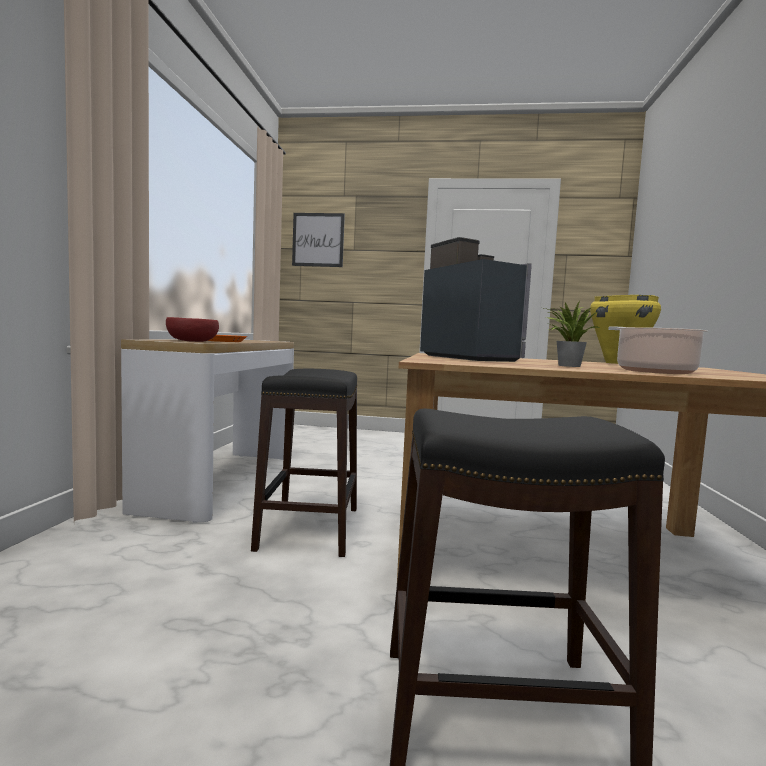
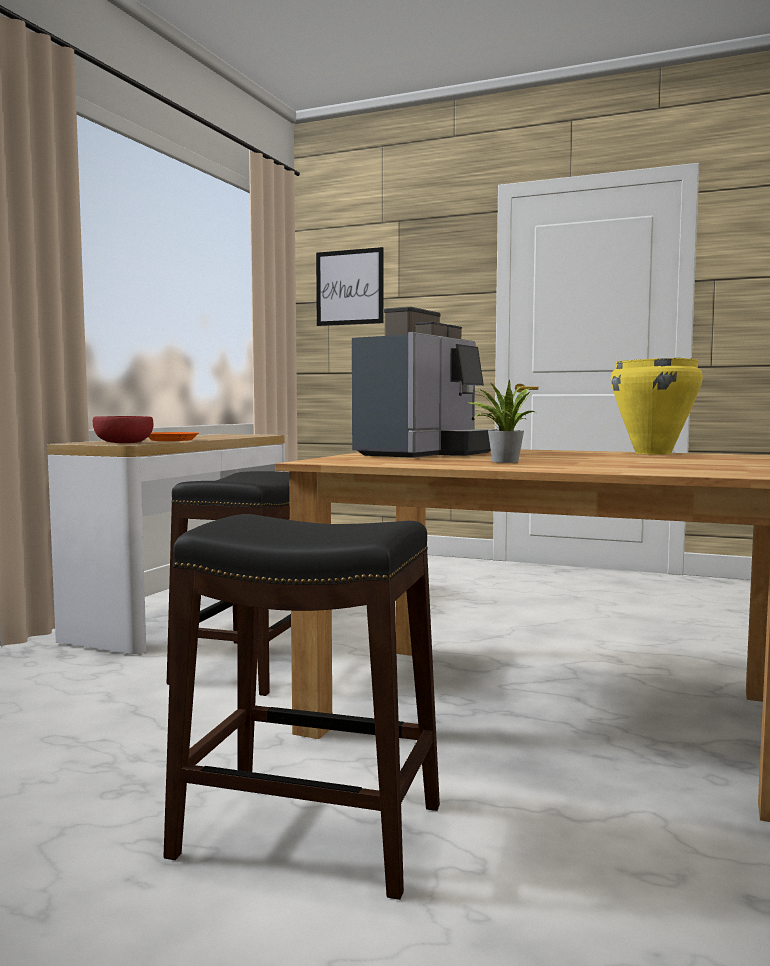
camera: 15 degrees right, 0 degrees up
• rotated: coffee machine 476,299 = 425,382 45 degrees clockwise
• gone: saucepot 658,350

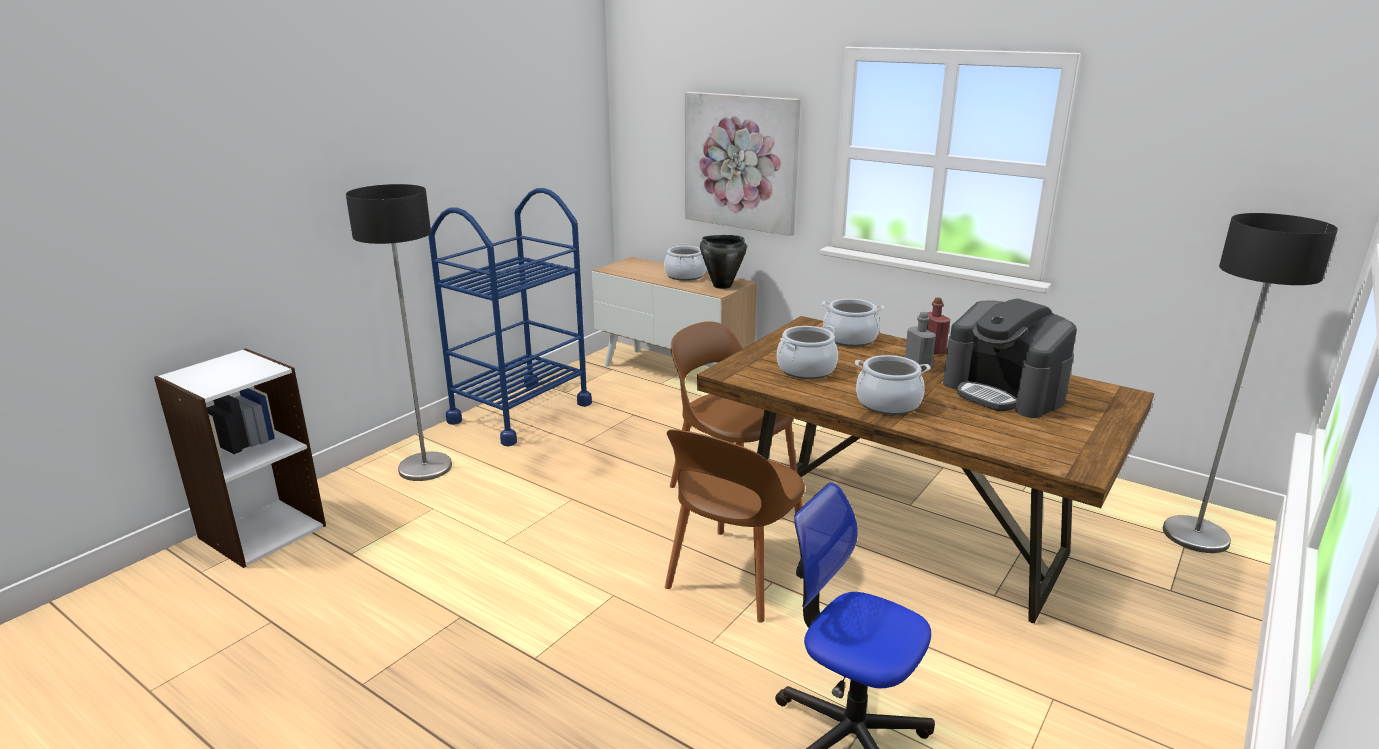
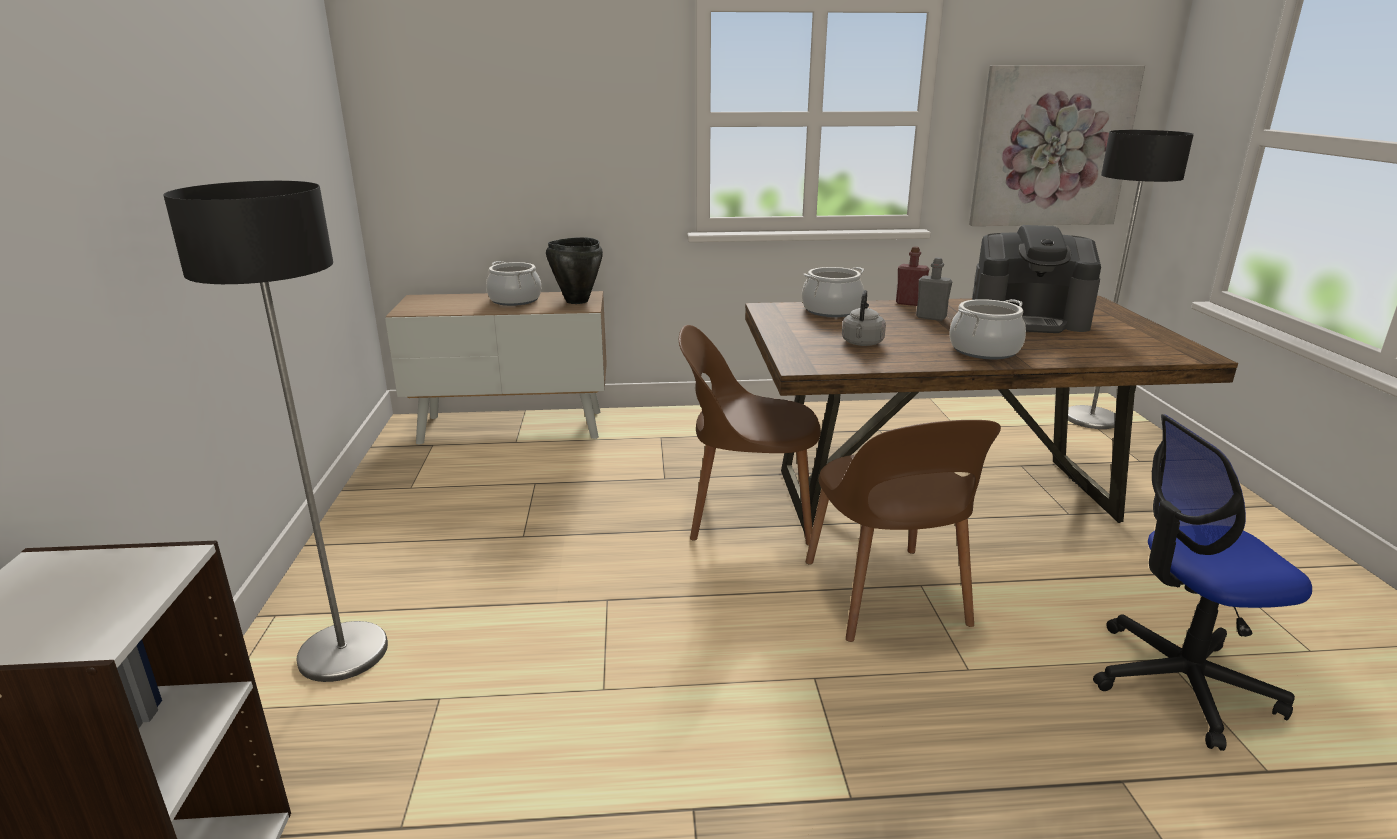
camera: 40 degrees left, 0 degrees up
• swapped: saucepot 807,352 to greyish tea kettle 864,318
• shifted: wall art 743,164 to 1057,145
• gone: bluish wheeled cart 510,317

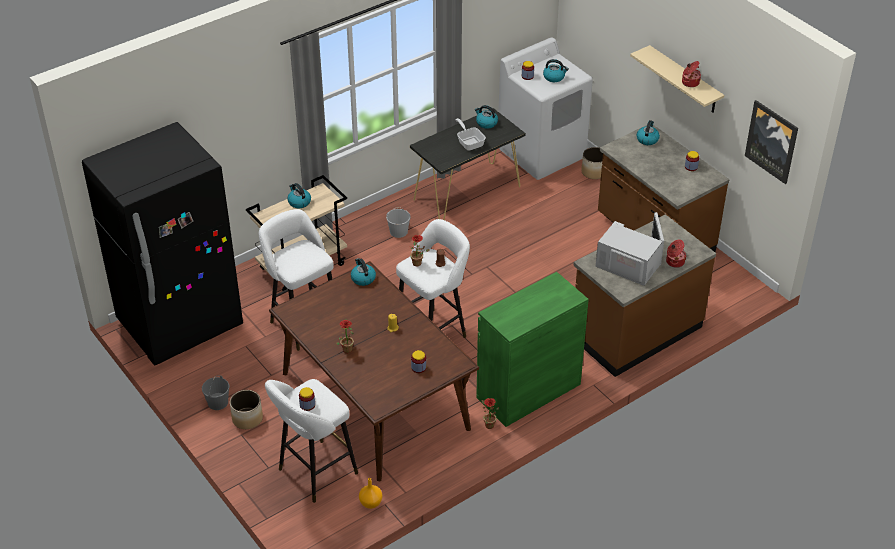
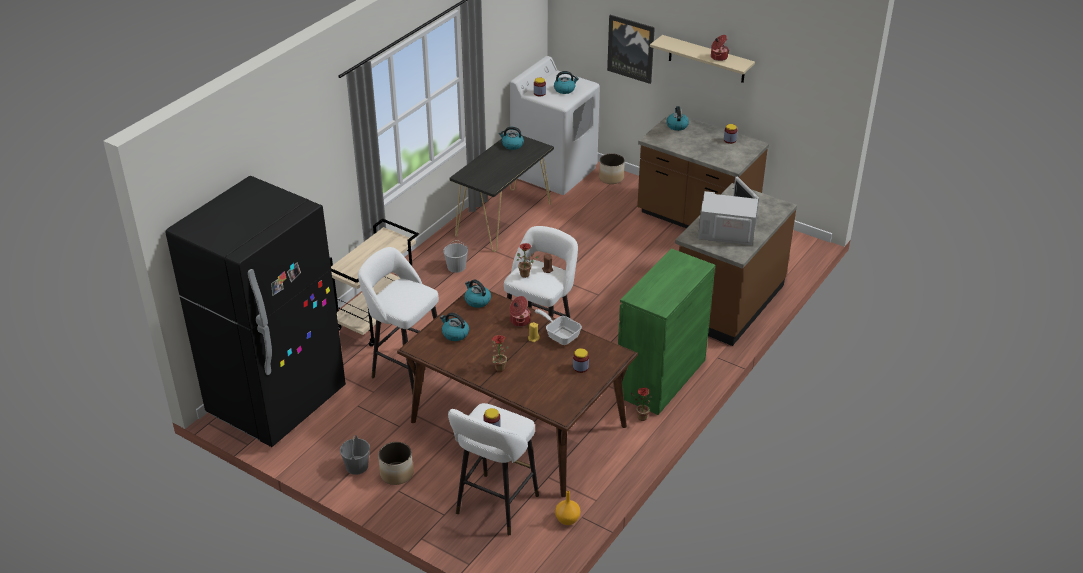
camera: 20 degrees left, 5 degrees down
• shifted: tea kettle 299,195 to 454,327
• shifted: saucepot 676,254 to 520,311
• shifted: skillet 471,134 to 558,327
• shifted: wall art 771,142 to 631,49

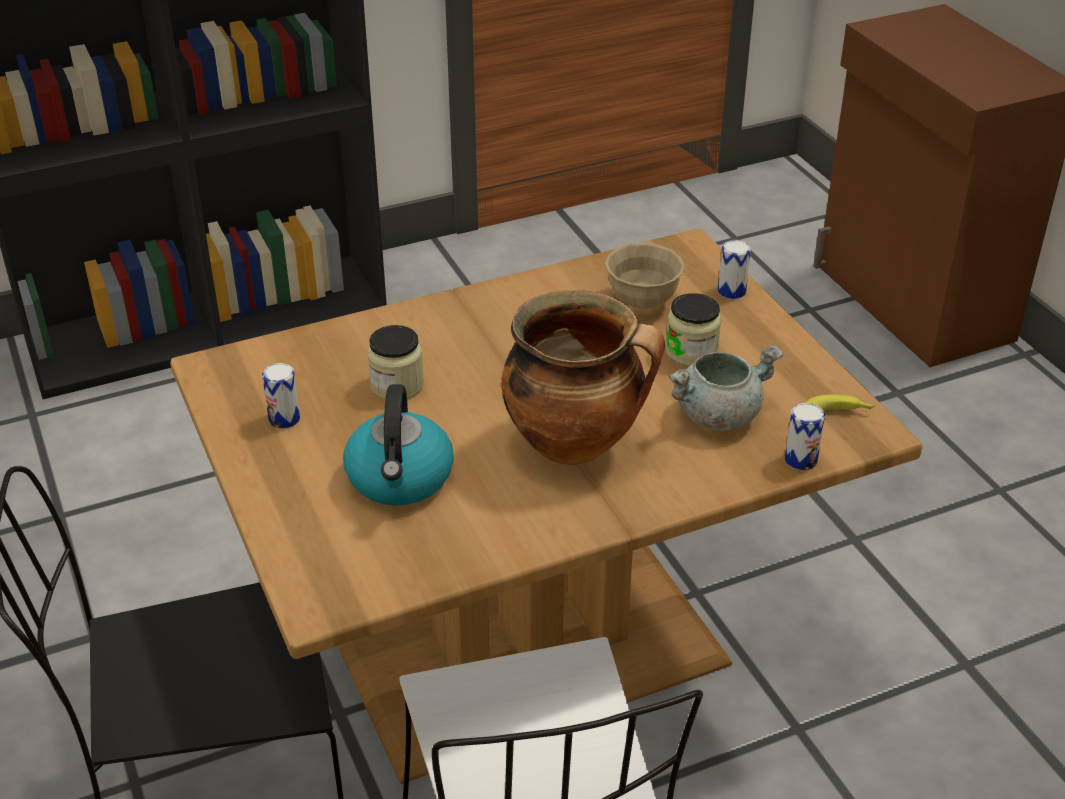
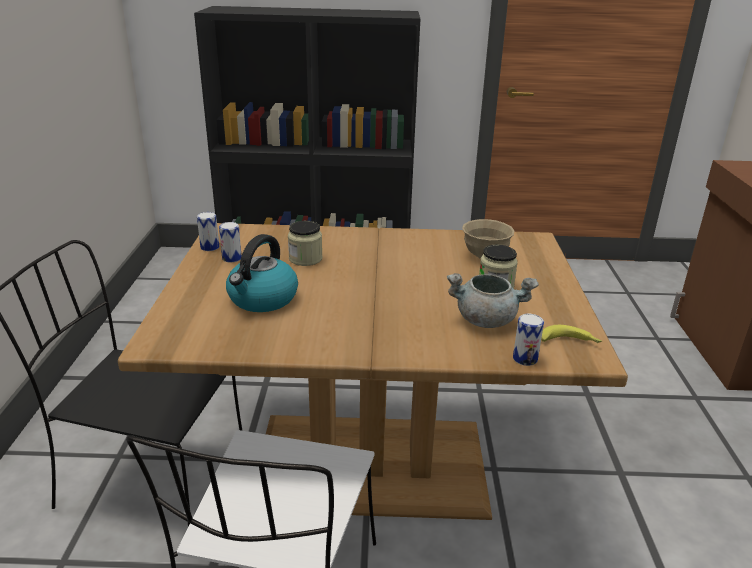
camera: 25 degrees right, 10 degrees down
• shifted: sealed can 734,269 to 208,231
• gone: saucepot 583,377

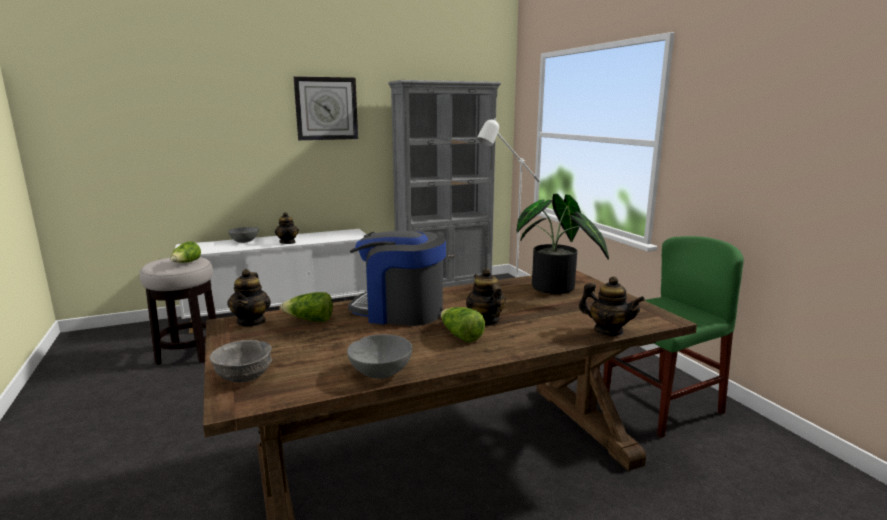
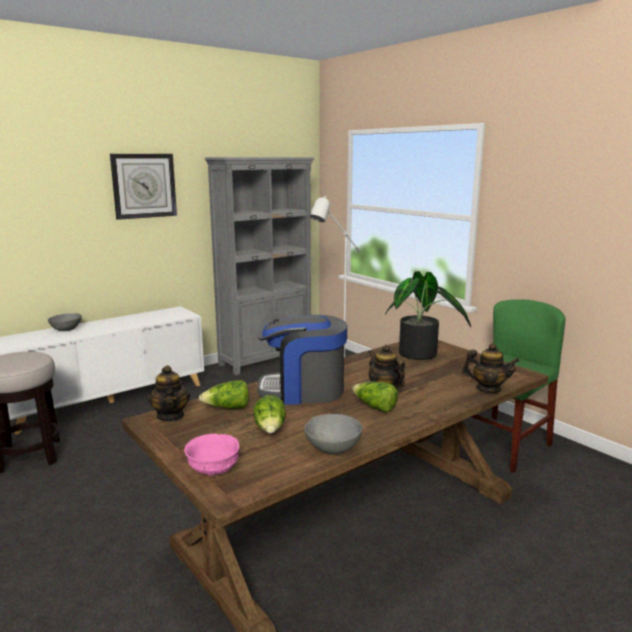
camera: 15 degrees left, 0 degrees up
• repainted: greyish bowl 240,361 to pink-coloured bowl 211,454
• shifted: lettuce 186,252 to 269,414
• gone: pot for tea 287,228

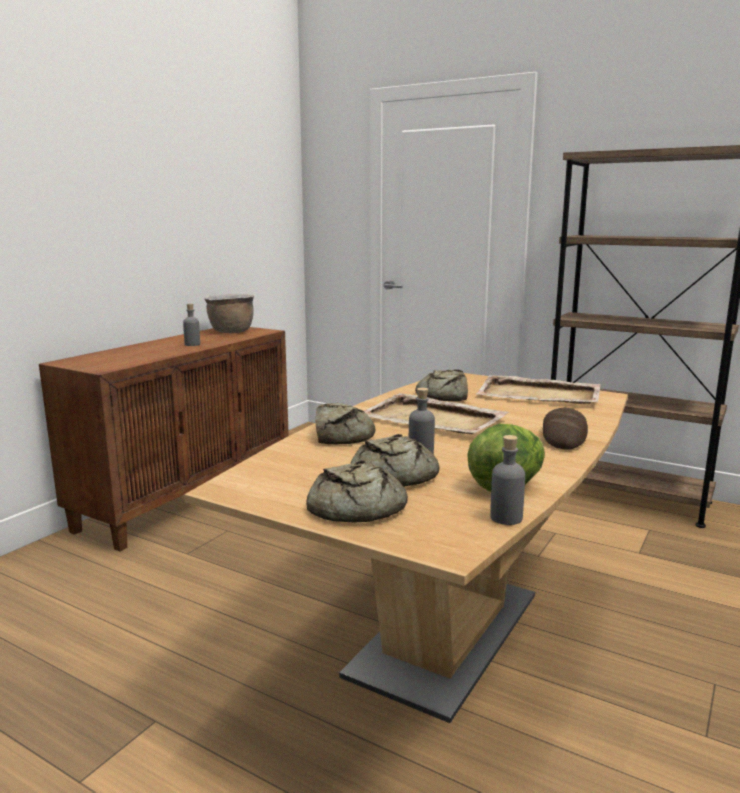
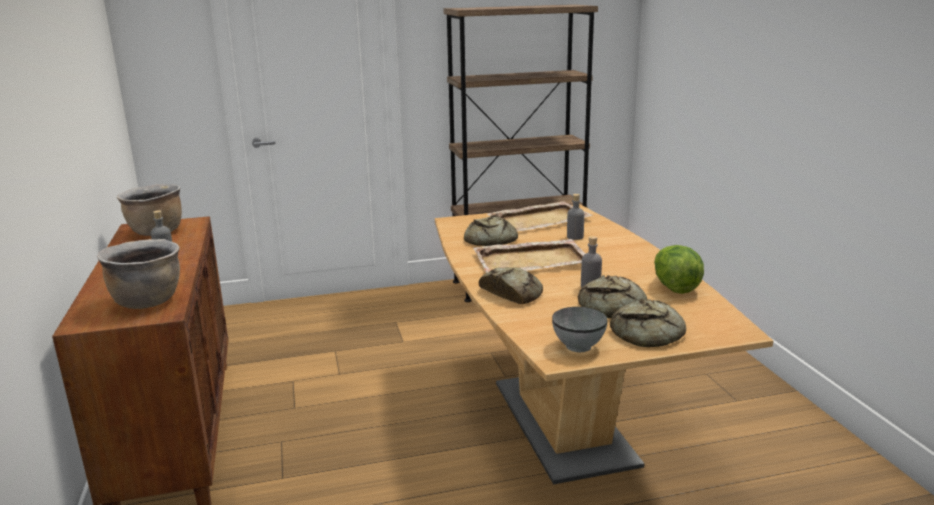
camera: 45 degrees left, 5 degrees up
• new: brown saucepot 138,274
• new: greyish bowl 580,329
• shifted: greyish bottle 507,480 to 575,217
• gone: bakery bread 565,428

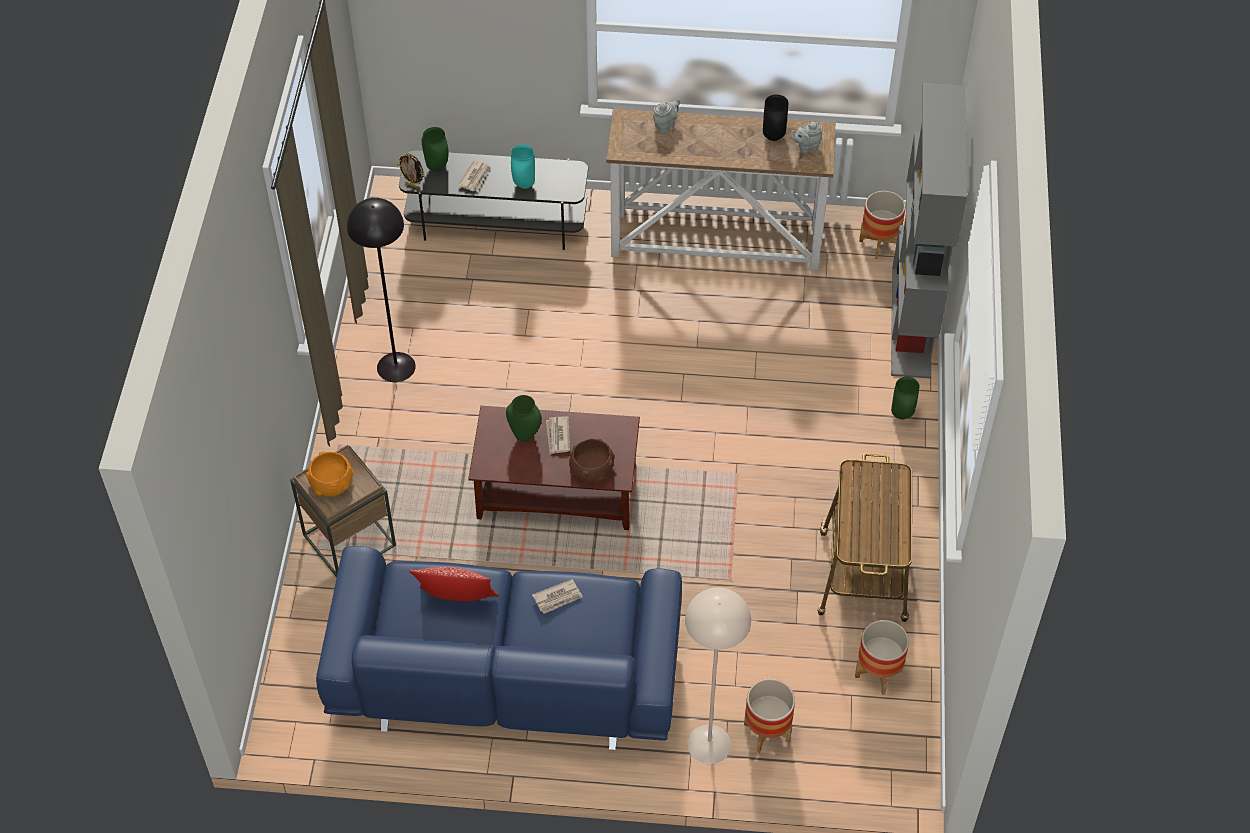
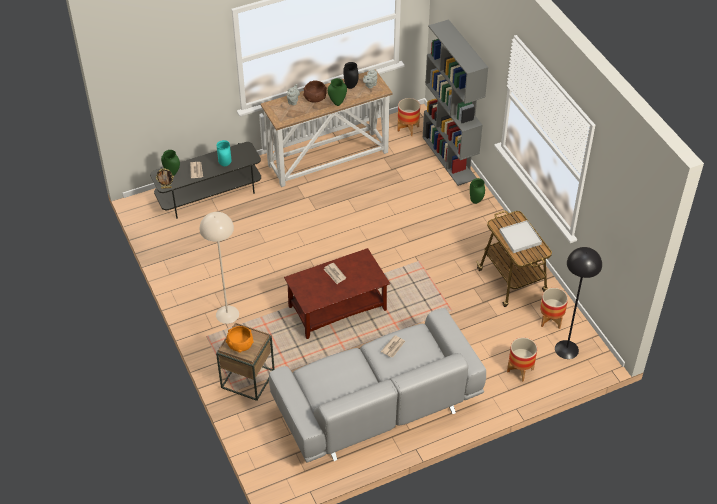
camera: 30 degrees left, 5 degrees down
• shifted: beige standing lamp 718,676 to 219,268
• repainted: bluish settee 499,648 to greyish settee 377,385
• shifted: brown bowl 592,461 to 315,91
• shifted: green-coloured decorative vase 524,418 to 337,92
• new: whitish serving tray 520,236
• shifted: black-coloured standing lamp 381,290 to 578,303
• gone: pillow 453,584

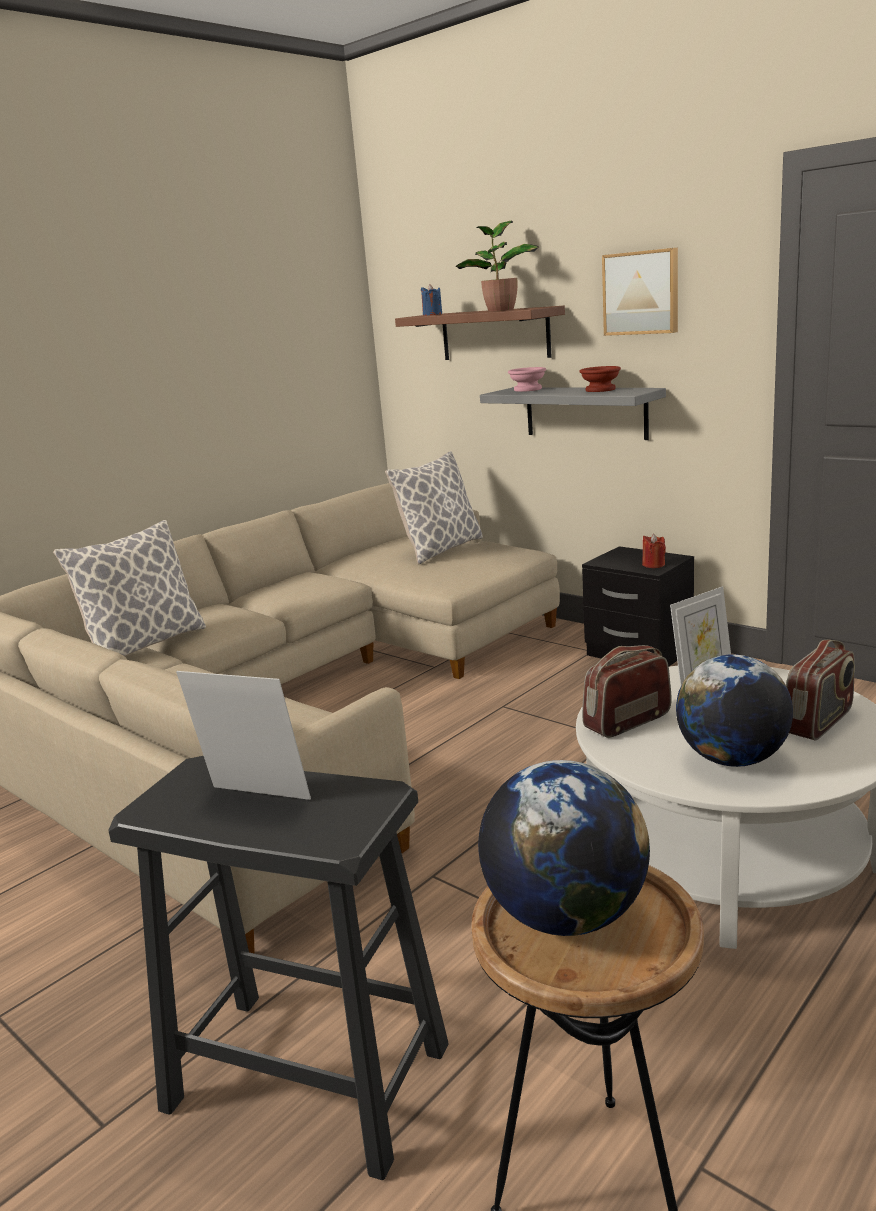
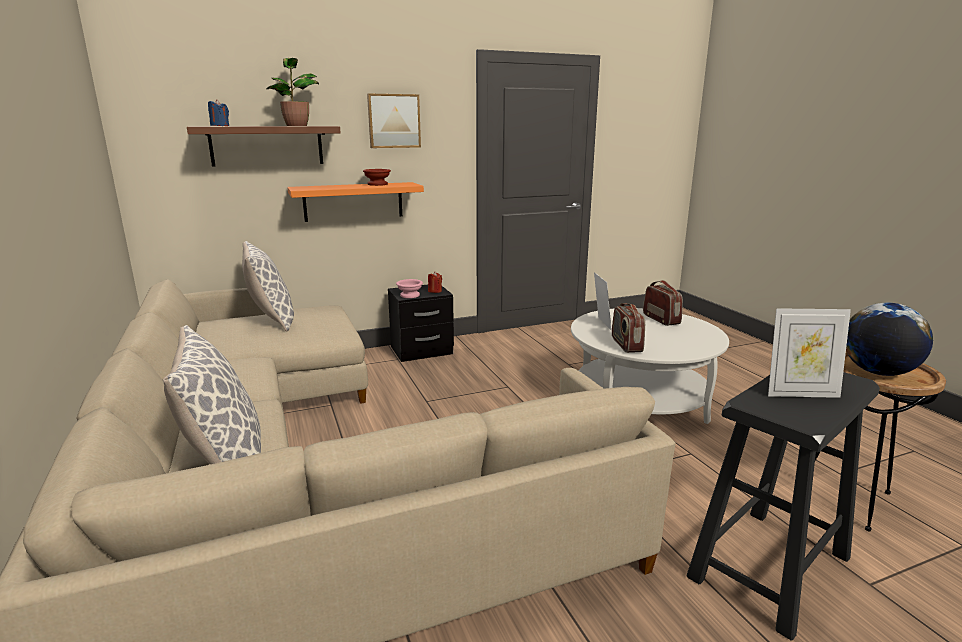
camera: 65 degrees left, 0 degrees up
• repainted: greyish wall shelf 573,413 to orange wall shelf 355,202
• shifted: pink-coloured bowl 527,379 to 409,288
• rotated: photo frame 243,735 = 809,353 135 degrees counterclockwise
• gone: globe 734,711

